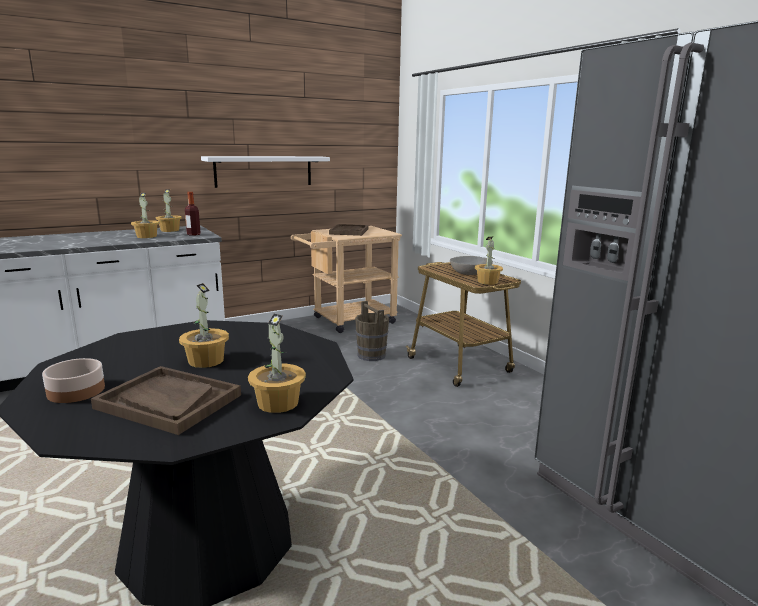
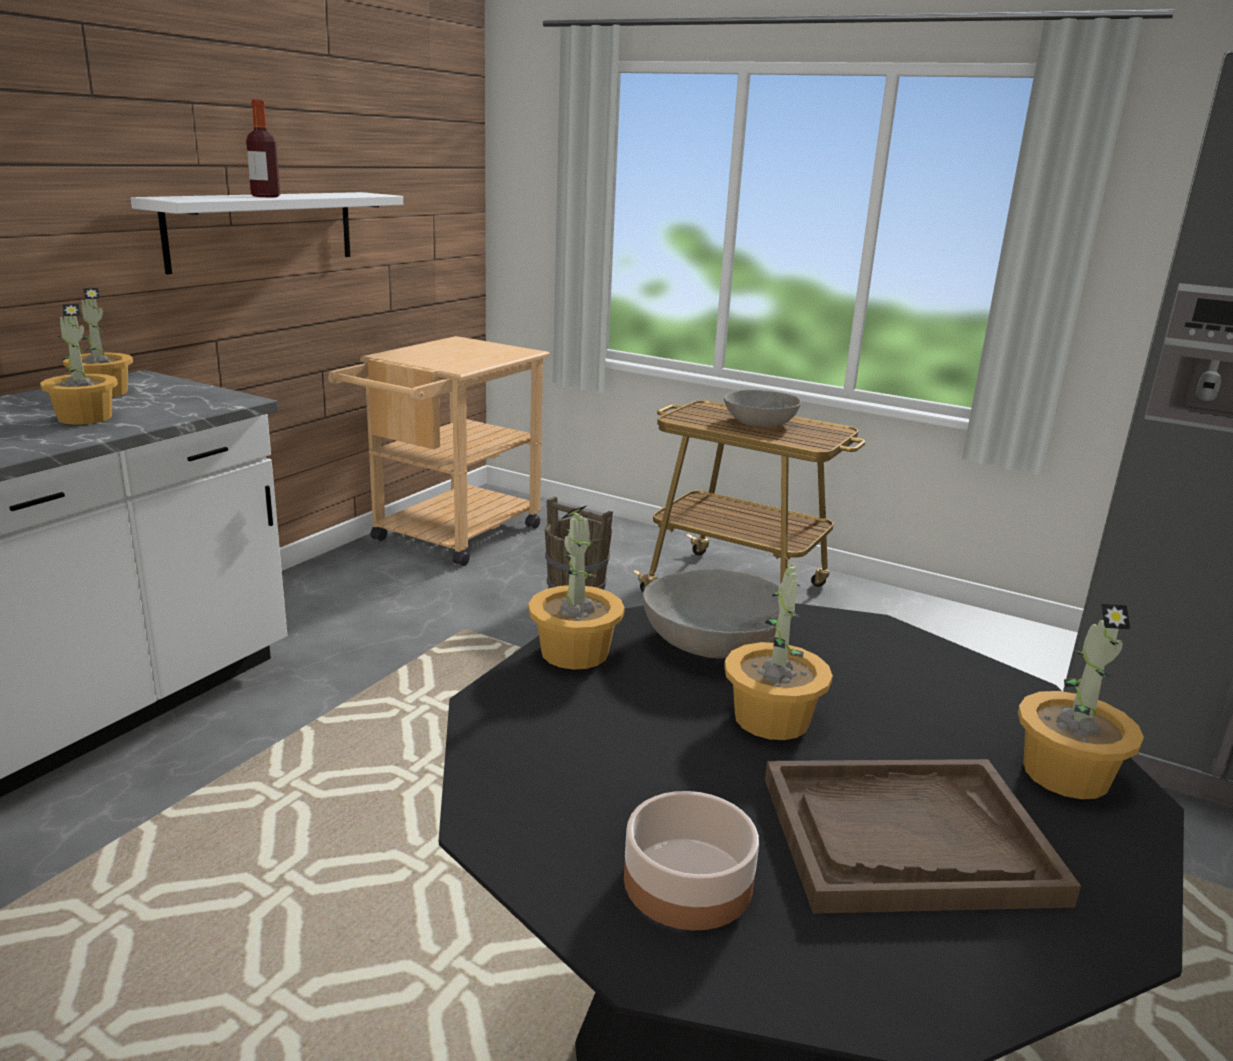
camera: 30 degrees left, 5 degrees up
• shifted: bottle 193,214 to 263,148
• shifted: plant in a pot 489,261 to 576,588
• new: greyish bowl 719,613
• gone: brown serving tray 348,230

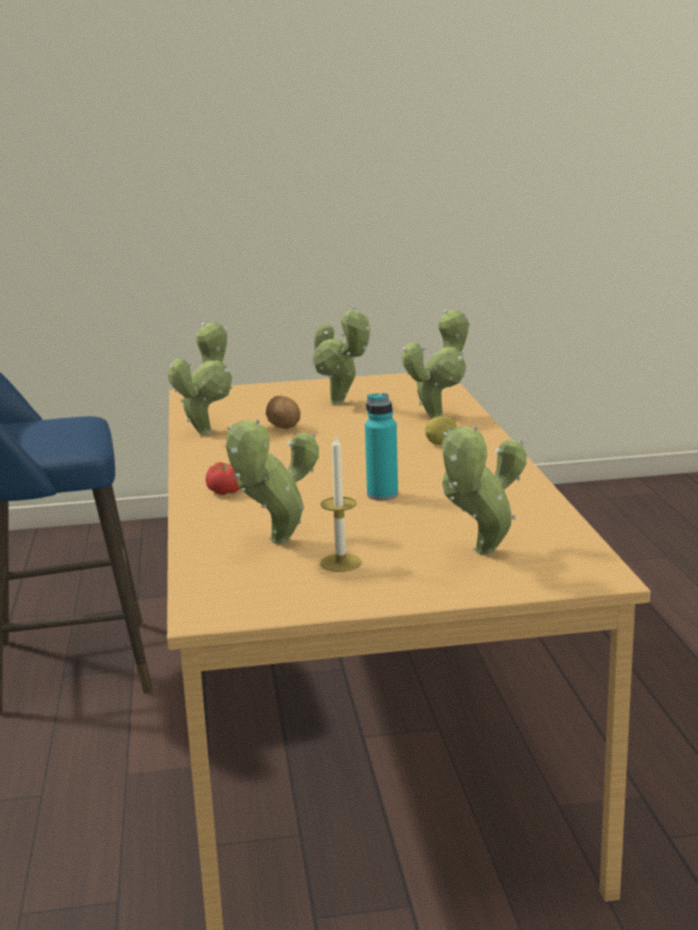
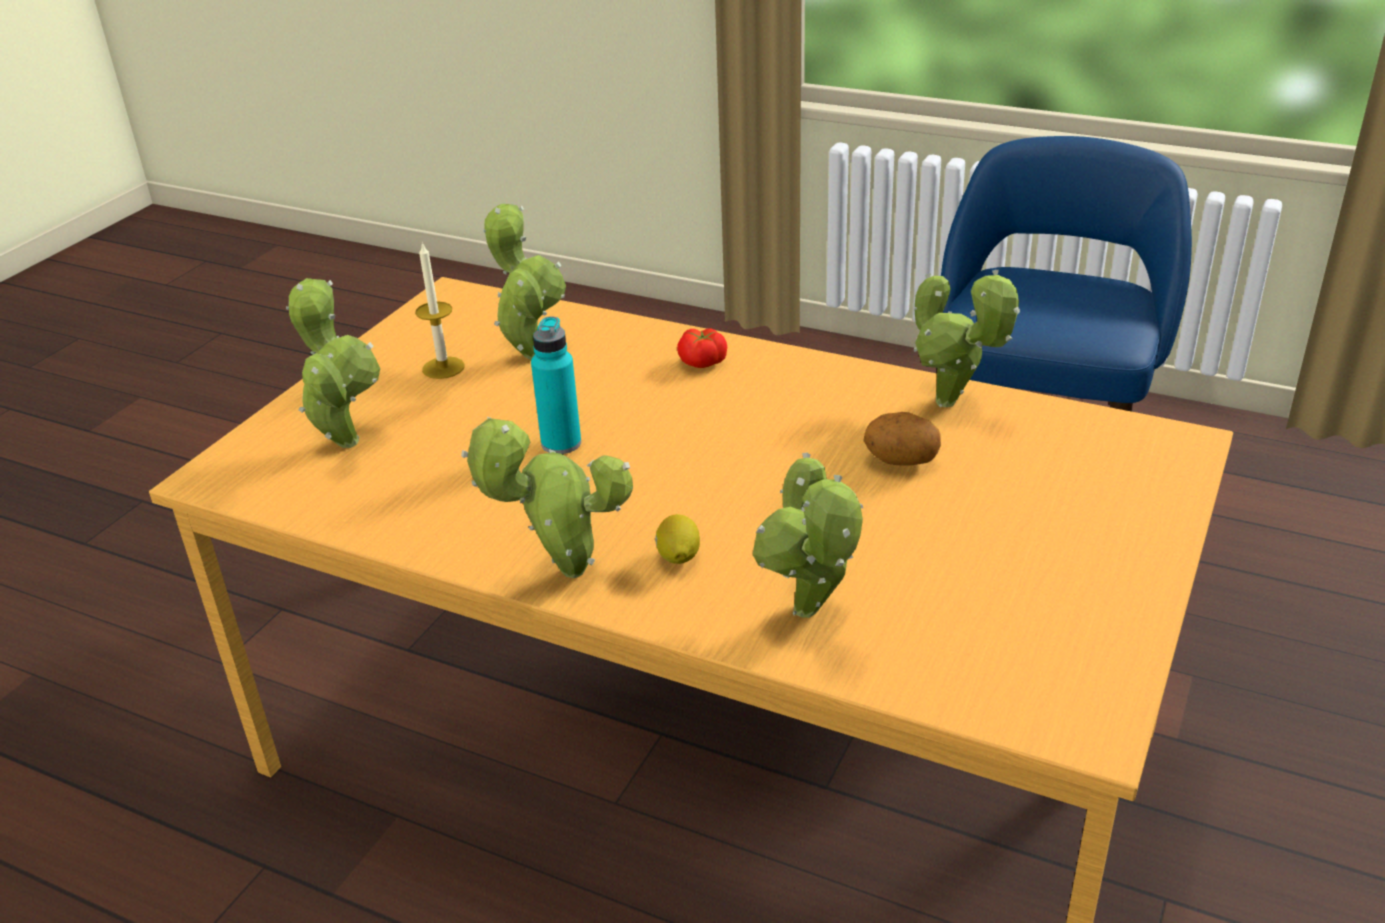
camera: 125 degrees right, 15 degrees up
• shifted: plant in a pot 341,356 to 547,497

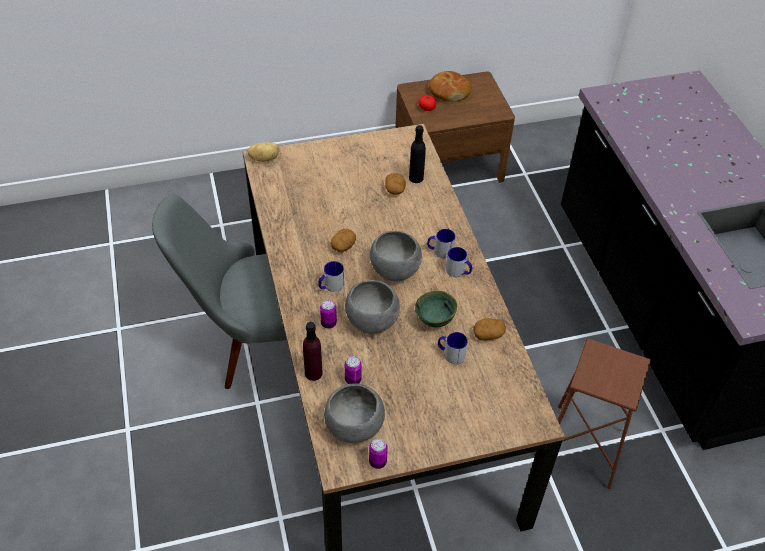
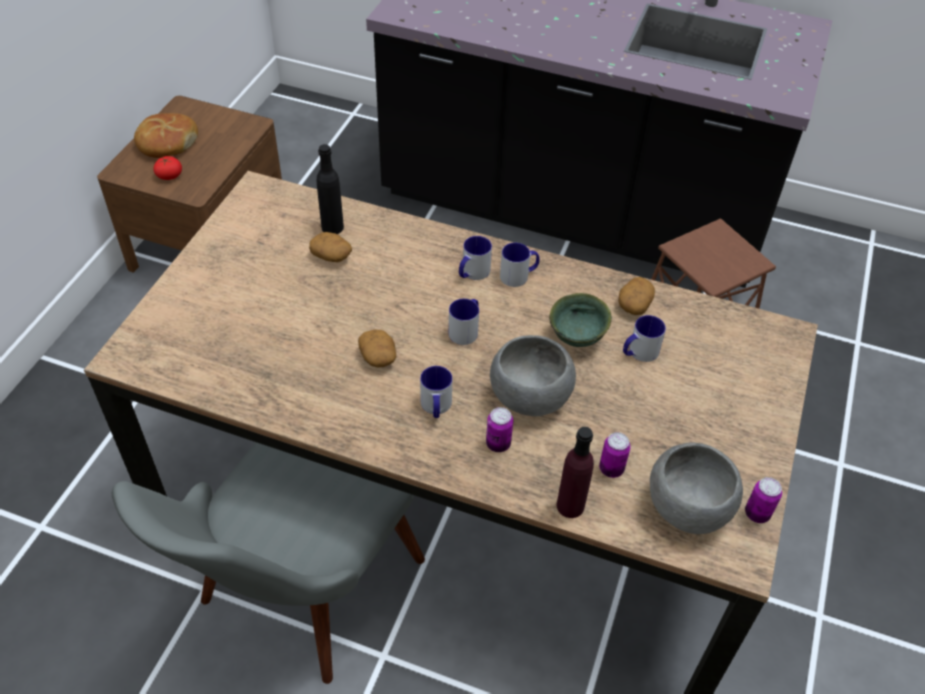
camera: 55 degrees left, 0 degrees up
• swapped: greyish bowl 396,256 to coffee mug 464,322
• gone: spud 263,152

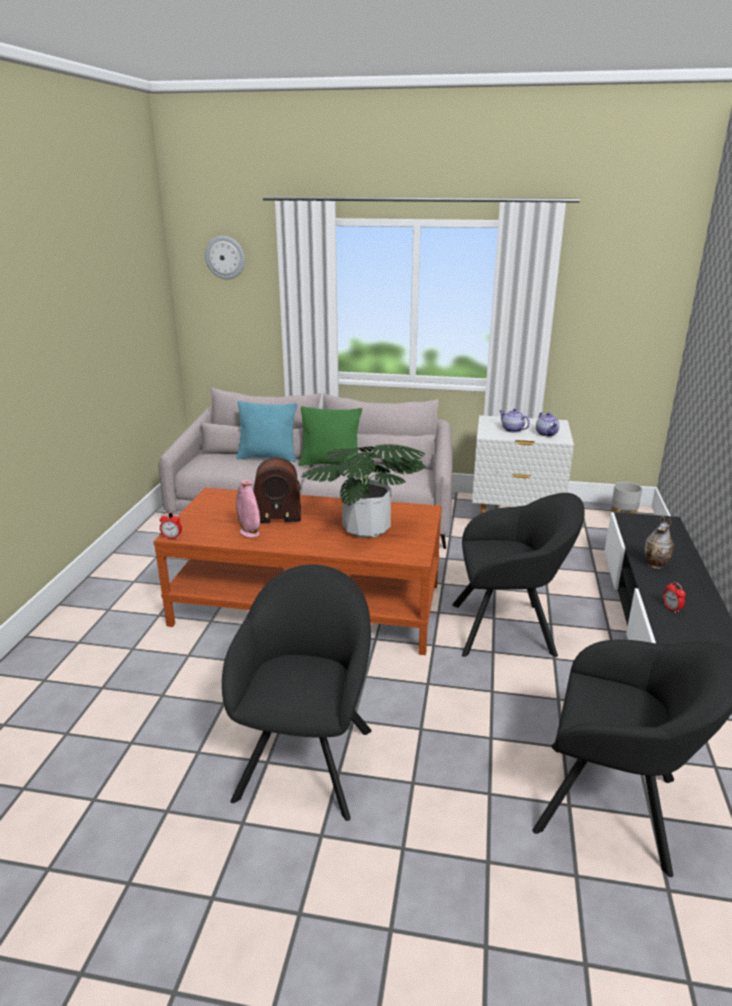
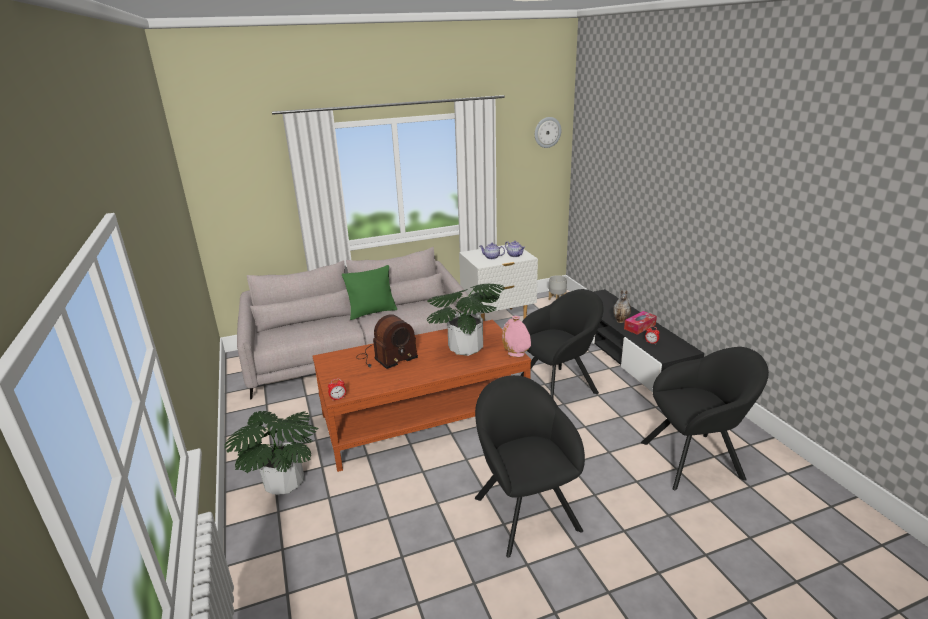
camera: 30 degrees left, 0 degrees up
• new: plant in a pot 271,453
• shifted: pink-coloured decorative vase 248,509 to 516,337
• shifted: clock on the wall 225,257 to 548,132
• new: tissue holder 640,323
• gone: turquoise-coloured pillow 266,431

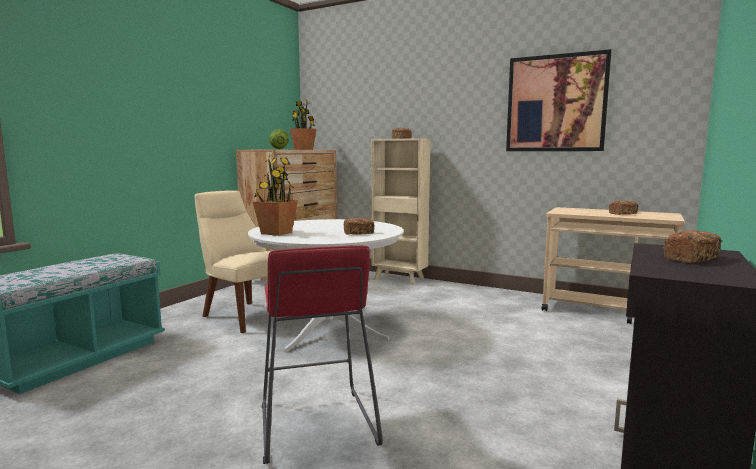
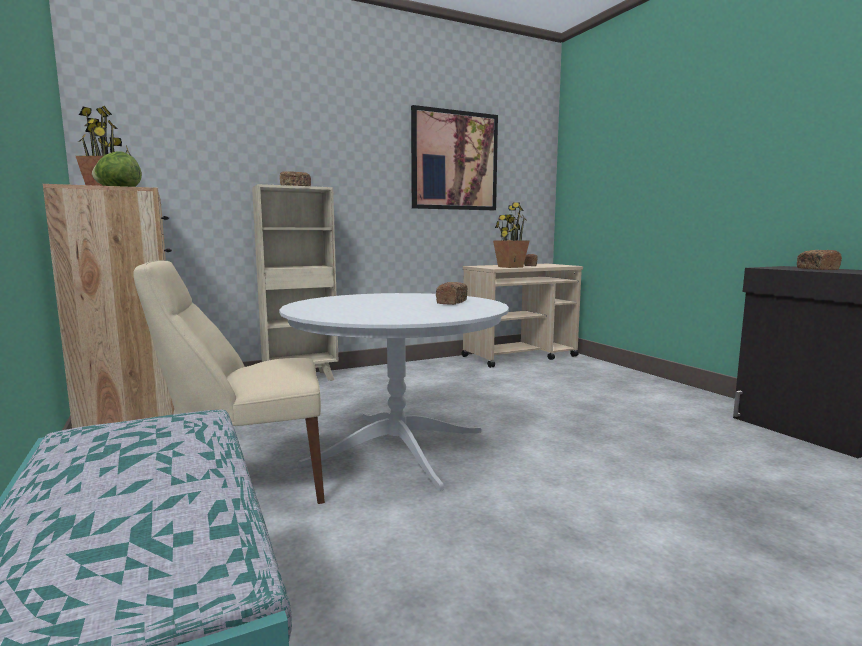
camera: 55 degrees left, 0 degrees up
• shifted: plant in a pot 275,195 to 511,235
• gone: red-coloured stool 322,354

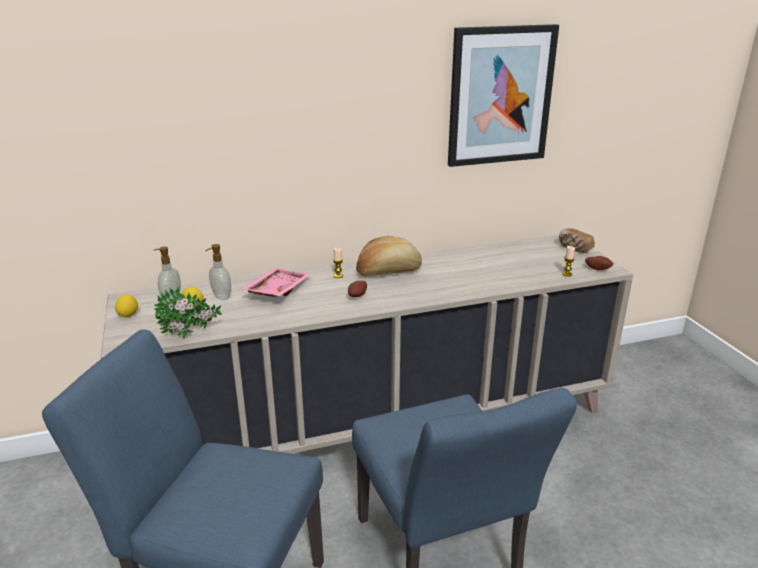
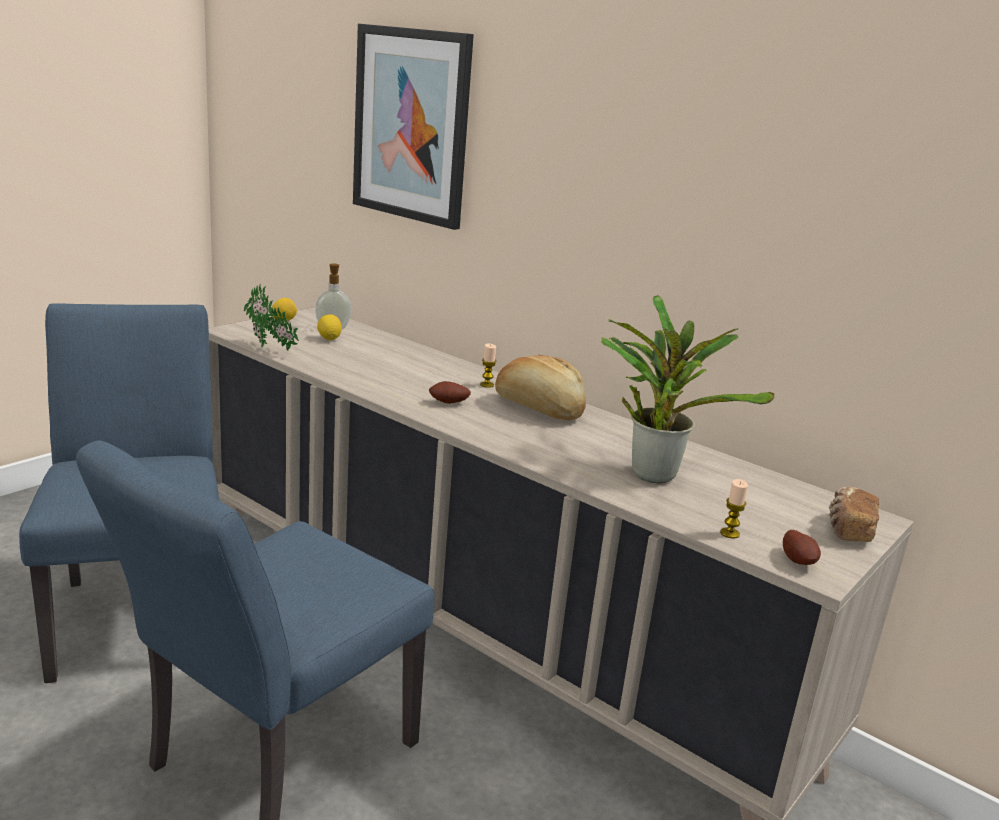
camera: 55 degrees right, 5 degrees down
• shifted: wall art 503,95 to 413,127
• new: plant in a pot 688,389
• gone: soap dispenser 218,272
• gone: pink-coloured serving tray 276,282

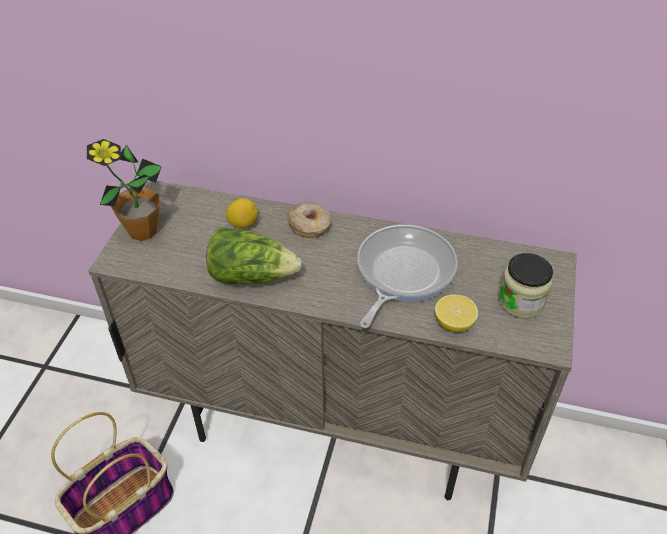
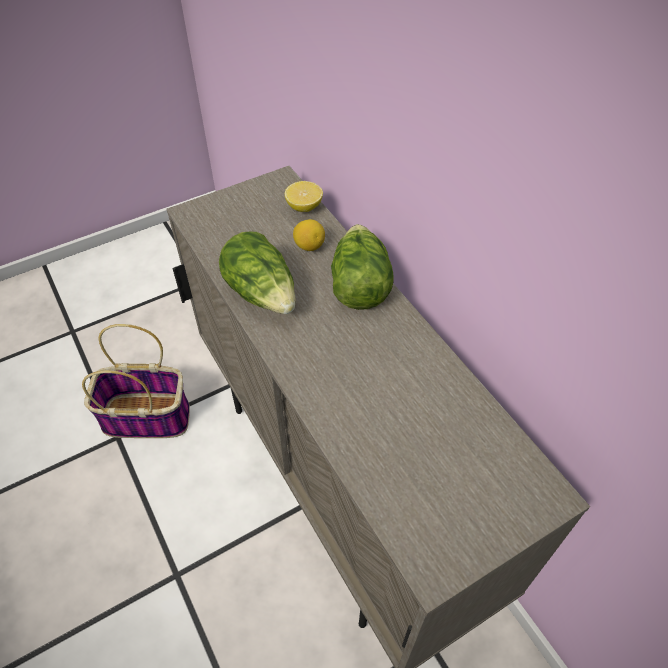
camera: 45 degrees right, 5 degrees up
• shifted: whole lemon 456,313 to 304,196
• swapped: doughnut 309,220 to lettuce 362,267
• gone: plant in a pot 124,190
• gone: skillet 407,276
• gone: preserve jar 525,285

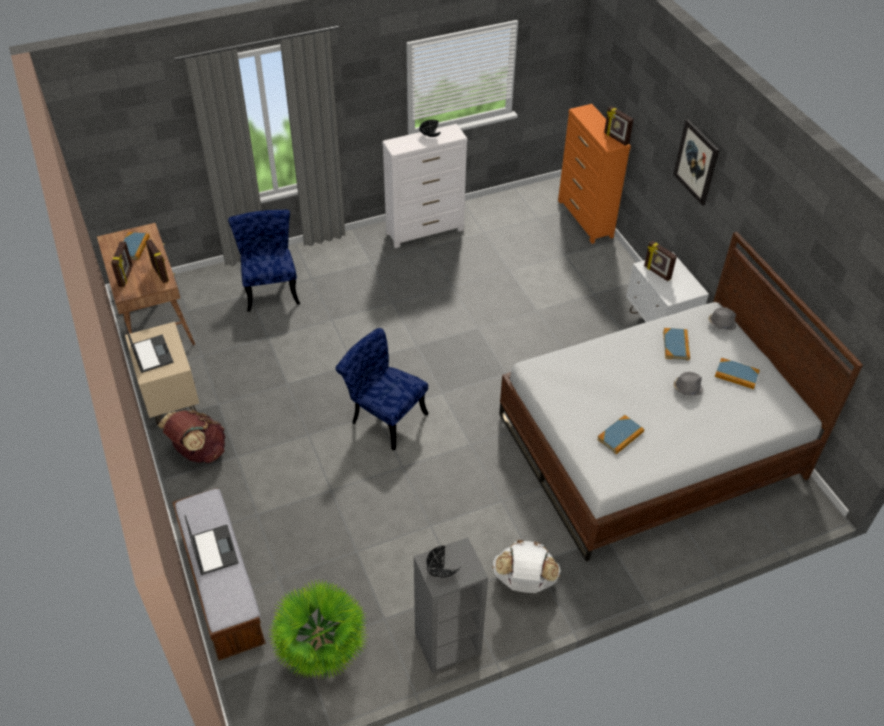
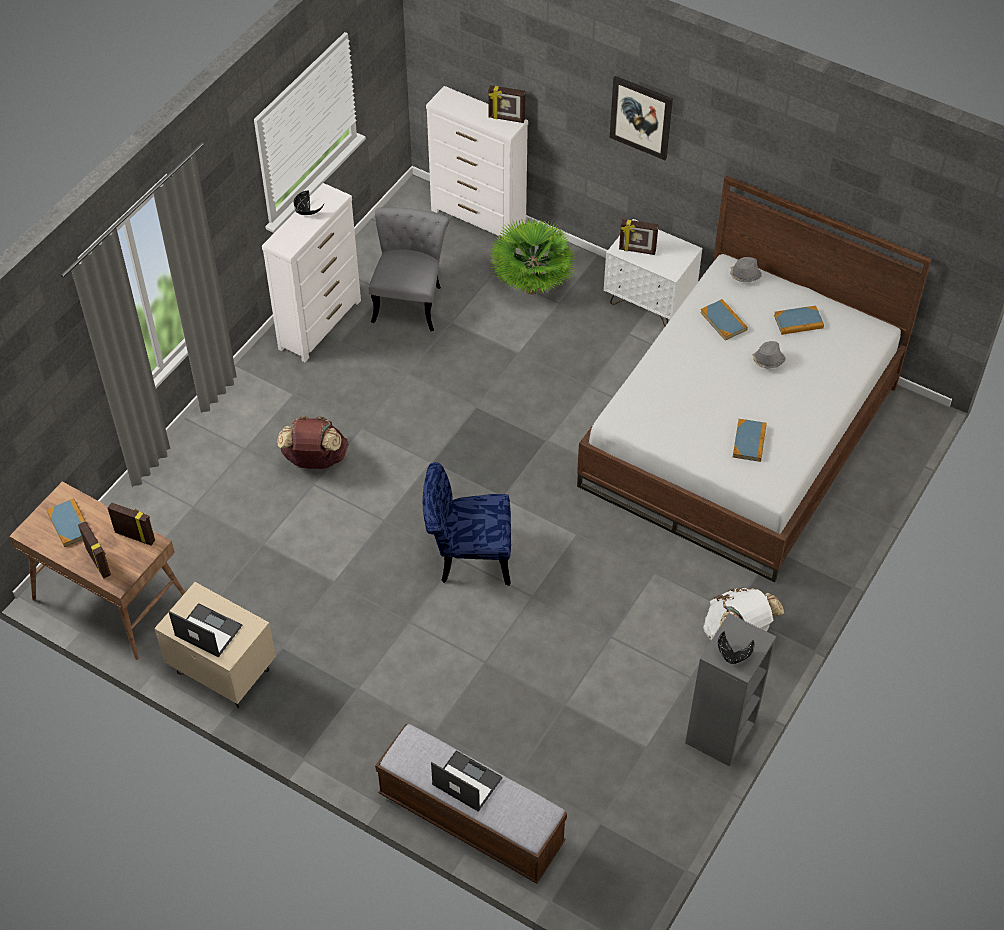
camera: 35 degrees left, 5 degrees up
• shifted: brown knapsack 191,436 to 313,442
• new: greyish plain chair 409,269
• repainted: orange dresser 594,174 to whitish dresser 477,161
• shifted: plant in a pot 318,629 to 533,256
• gone: bluish plain chair 264,261

